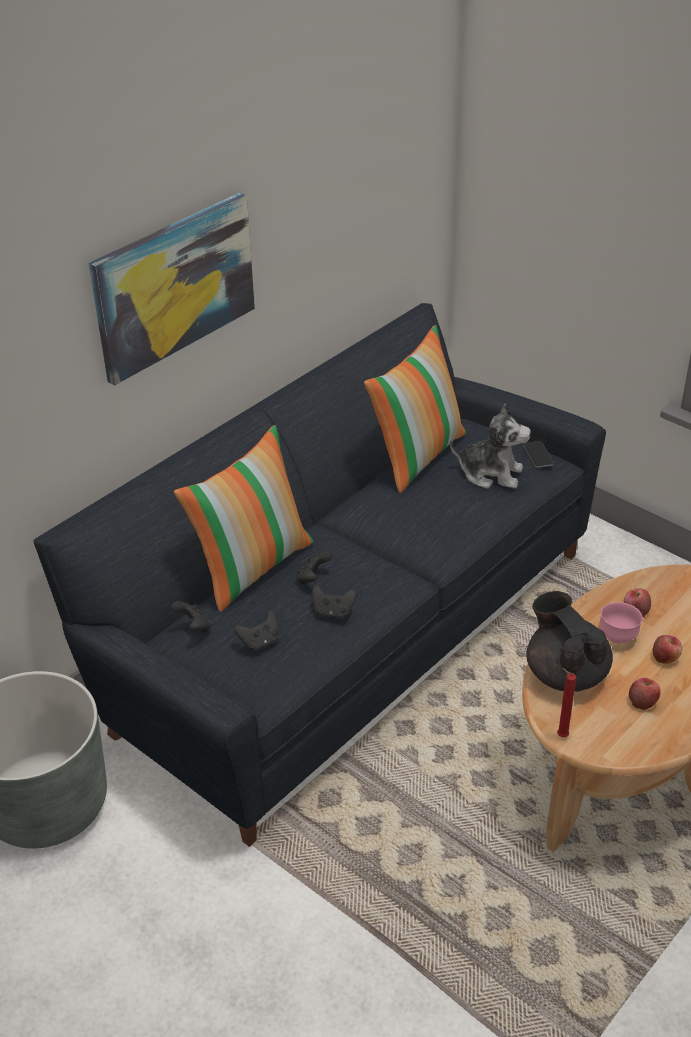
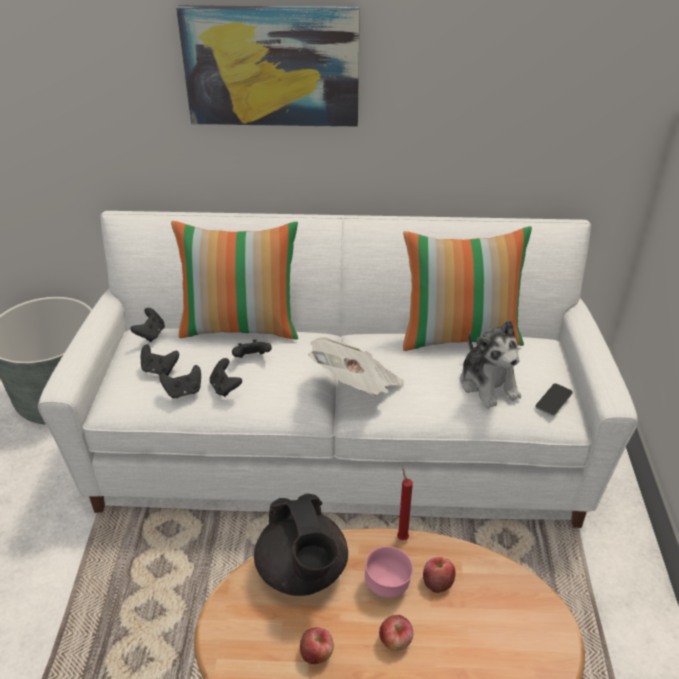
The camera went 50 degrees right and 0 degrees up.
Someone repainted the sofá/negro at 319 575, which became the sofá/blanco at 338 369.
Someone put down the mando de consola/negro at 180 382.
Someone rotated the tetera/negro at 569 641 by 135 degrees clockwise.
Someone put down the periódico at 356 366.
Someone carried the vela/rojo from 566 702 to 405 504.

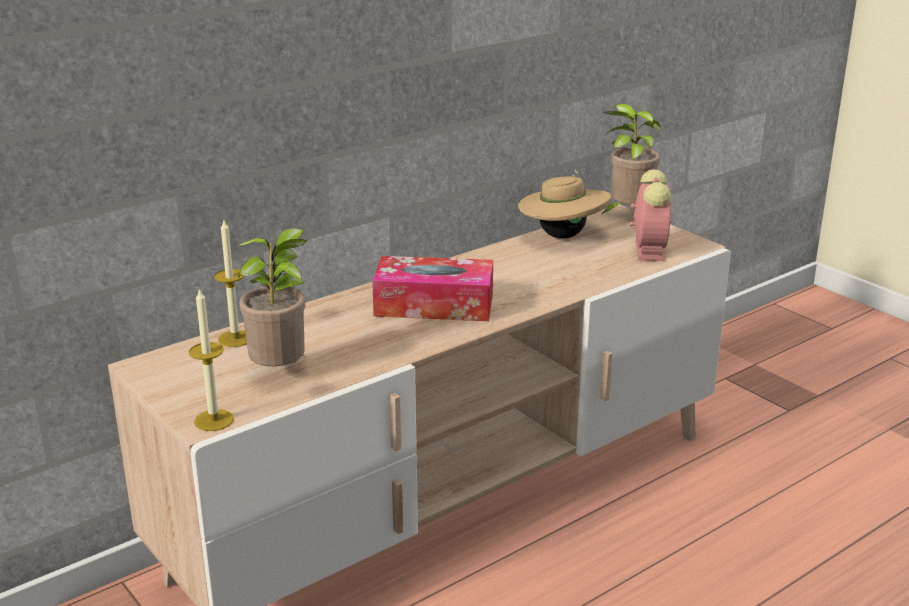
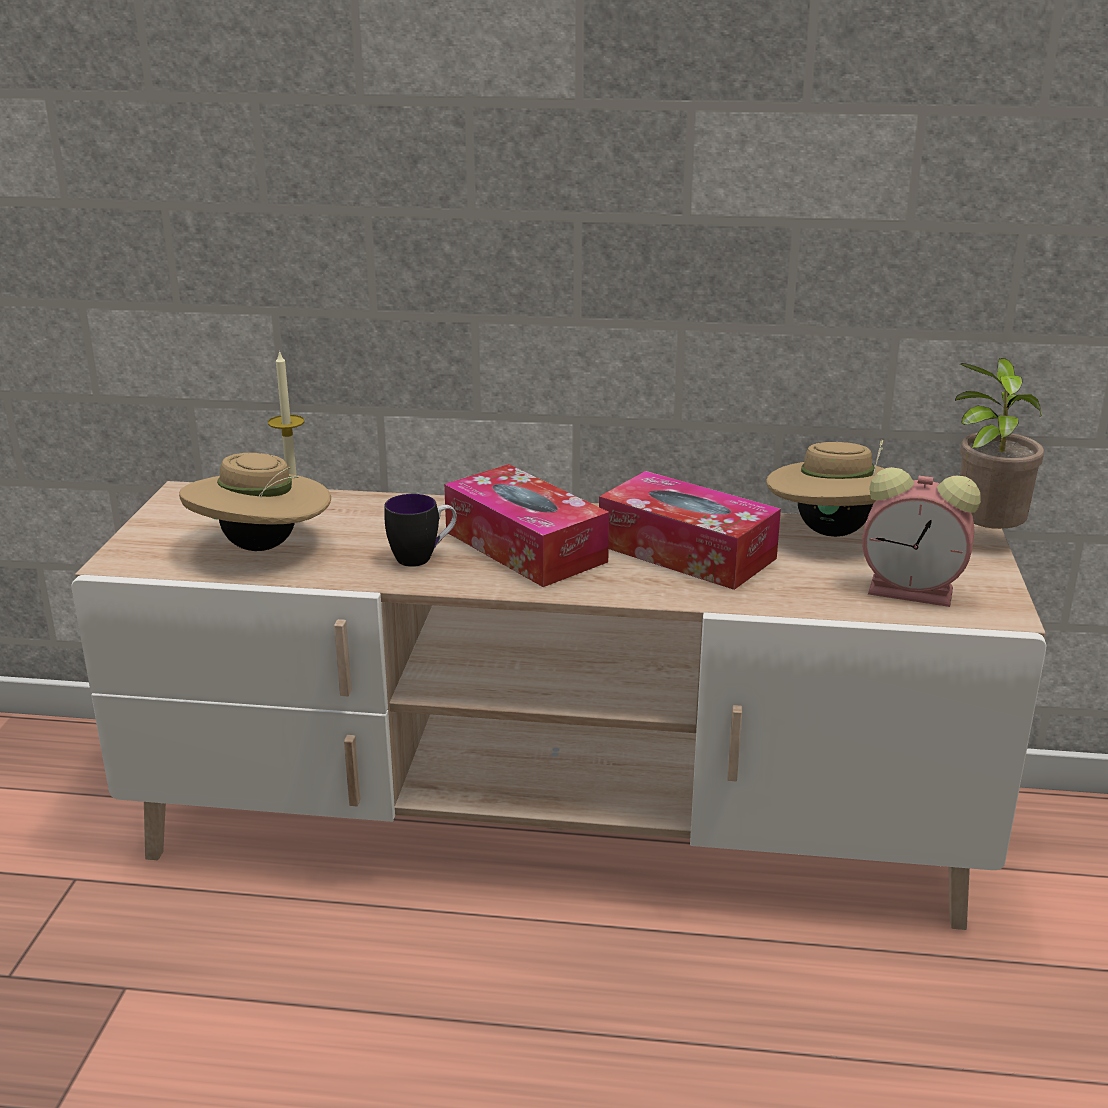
The camera went 45 degrees right and 0 degrees up.
Someone swapped the planta en maceta at 272 297 for the sombrero/beis at 255 502.
Someone put down the taza grande at 420 530.
Someone put down the caja de pañuelos at 690 530.
Someone rotated the despertador at 650 215 by 60 degrees clockwise.
Someone took away the vela at 211 359.

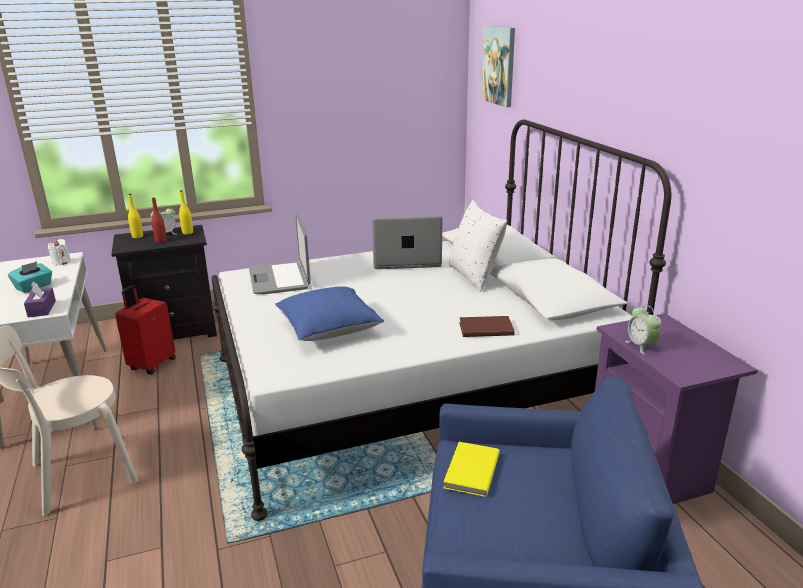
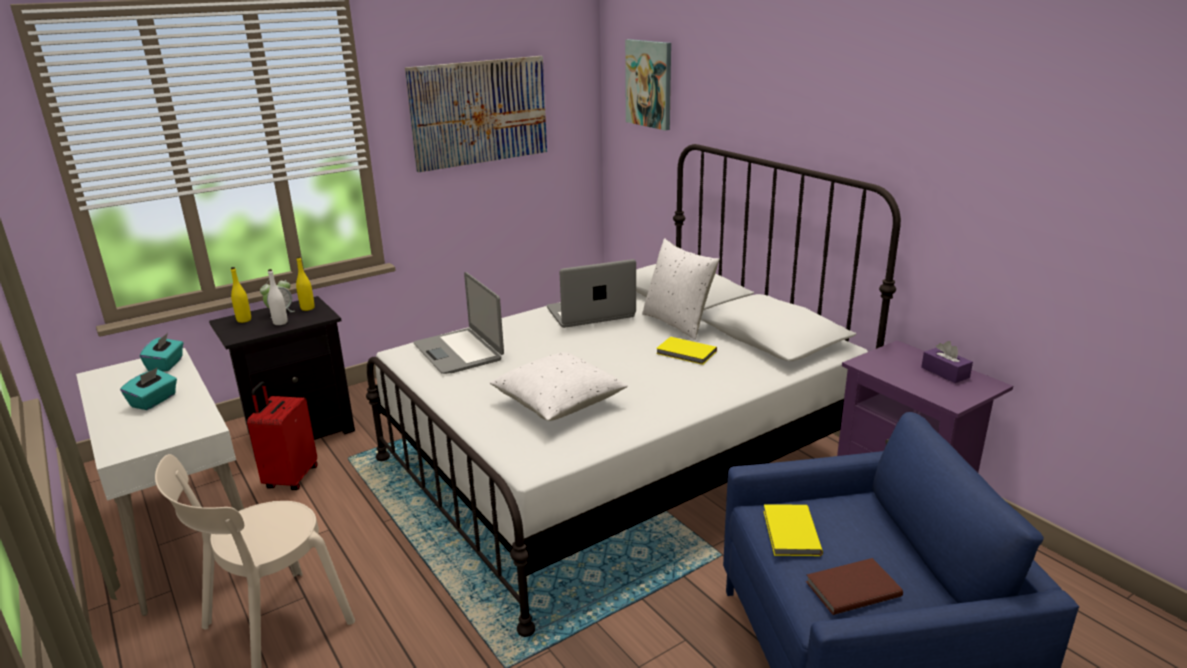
The camera went 15 degrees left and 0 degrees up.
Someone swapped the vela/blanco at 59 252 for the caja de pañuelos/turquesa at 161 352.
Someone repainted the botella/rojo at 159 220, which became the botella/blanco at 278 297.
Someone put up the cuadro at 476 114.
Someone repainted the cojín/azul at 329 314, which became the cojín/blanco at 559 386.
Someone put down the libro/amarillo at 686 351.
Someone carried the libro/marrón from 487 326 to 854 586.
Someone carried the caja de pañuelos/morado from 40 299 to 947 362.
Someone took away the despertador at 643 329.

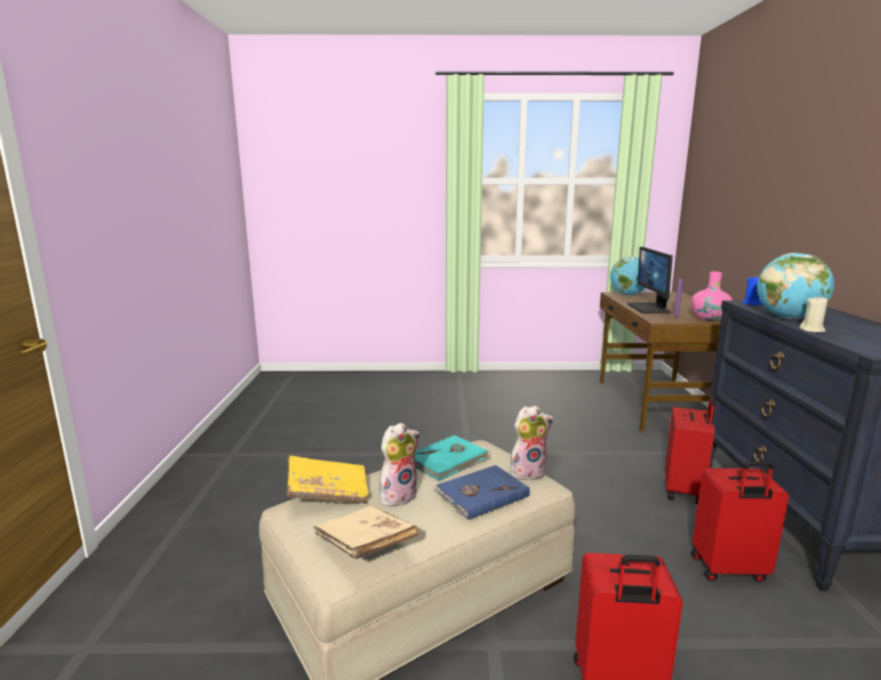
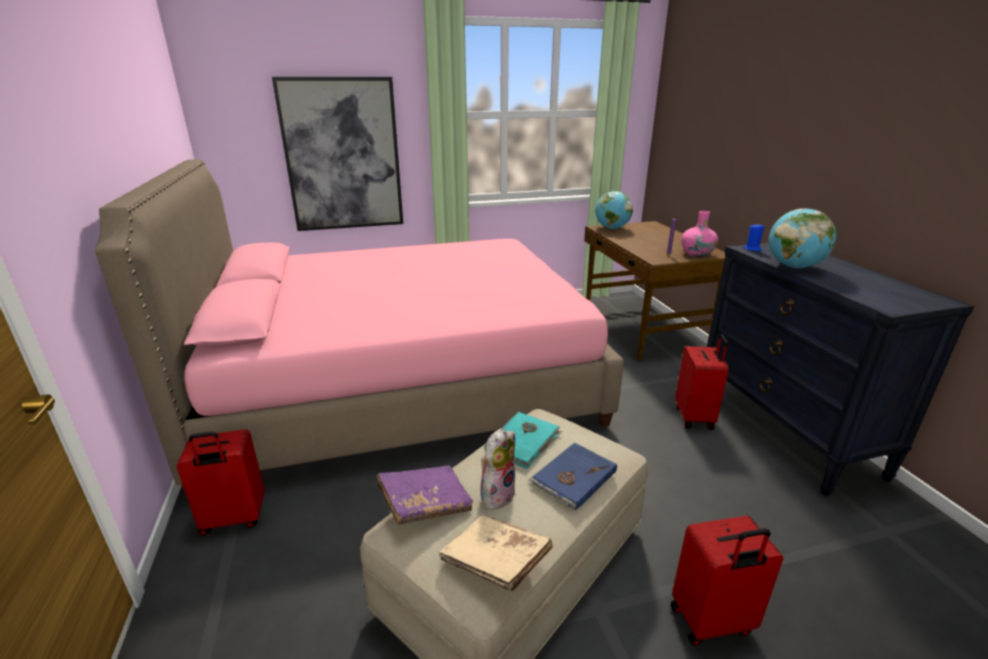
The camera went 15 degrees left and 10 degrees up.
Someone put down the cama/rosa at 359 322.
Someone carried the maleta/rojo from 740 521 to 220 482.
Someone put up the cuadro at 337 154.
Someone repainted the libro/amarillo at 328 479, which became the libro/morado at 425 495.
Someone took away the peluche at 532 443.
Someone took away the monitor at 650 280.
Someone took away the vela/beis at 814 314.

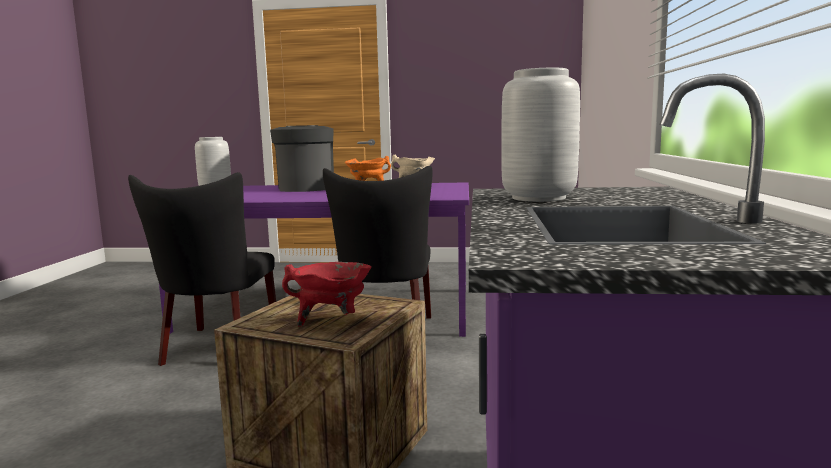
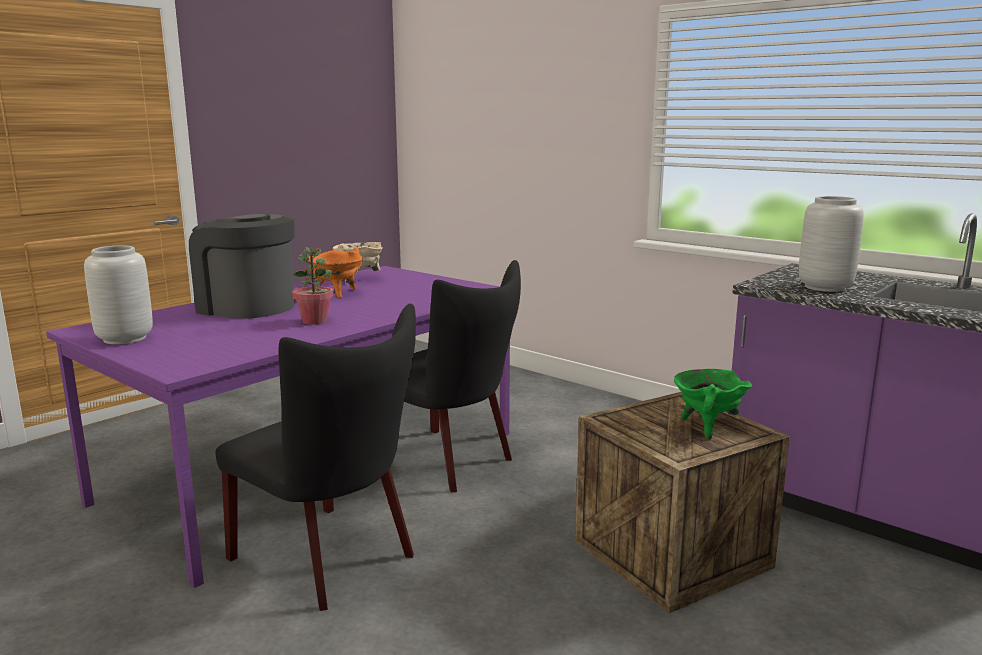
The camera went 55 degrees left and 5 degrees up.
Someone put down the planta en maceta at 312 286.
Someone repainted the olla/rojo at 327 294, which became the olla/verde at 713 404.

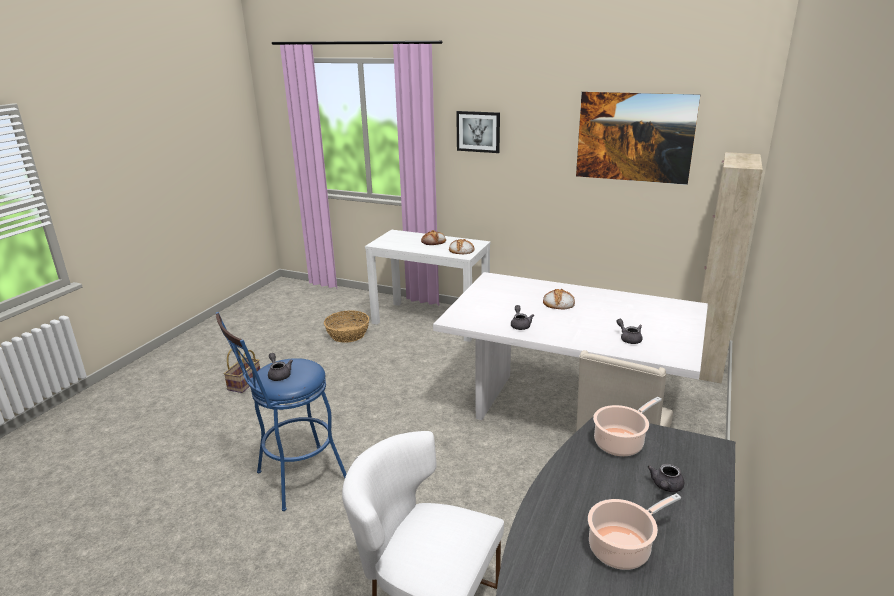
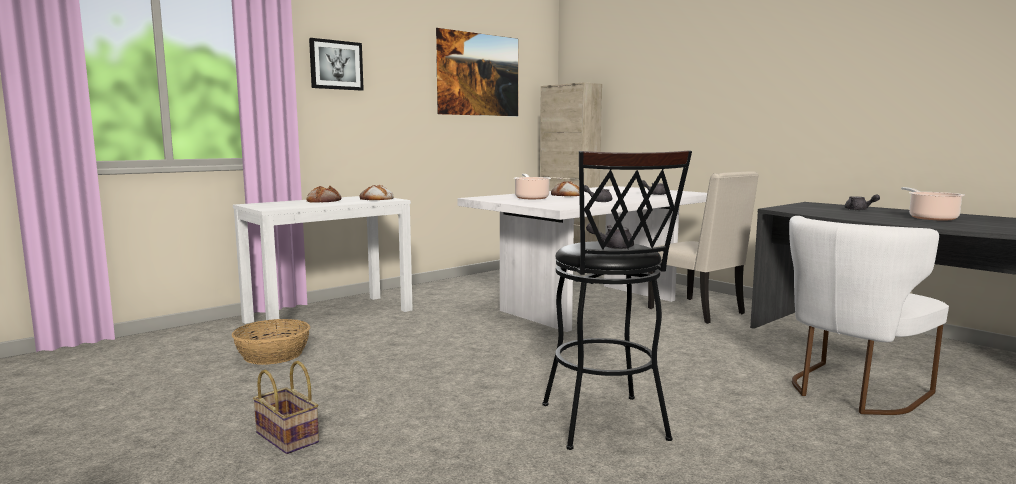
The camera went 65 degrees left and 15 degrees down.
Someone carried the olla from 627 426 to 532 186.
Someone repainted the taburete/azul at 281 411, which became the taburete/negro at 617 300.

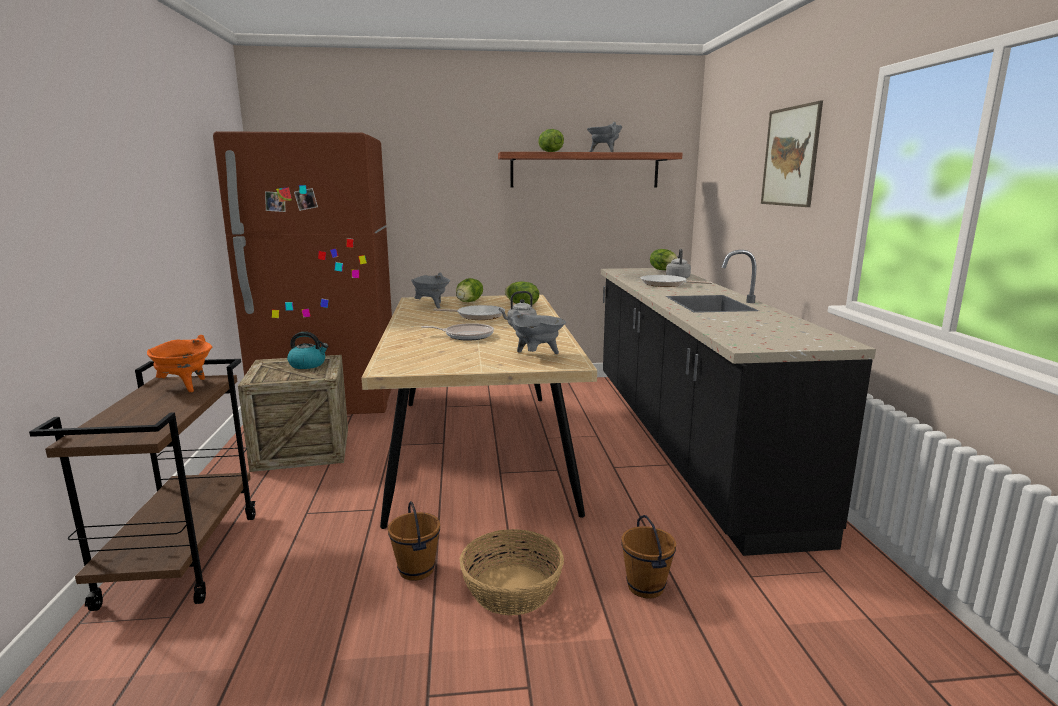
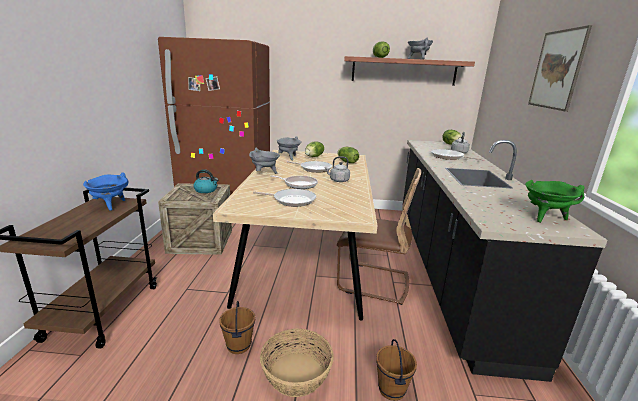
The camera went 10 degrees right and 5 degrees up.
Someone repainted the olla/naranja at 179 363, which became the olla/azul at 105 192.
Someone carried the olla/gris from 538 332 to 264 161.
Someone put down the sartén at 284 198.
Someone put down the silla/marrón at 379 236.
Someone put down the olla/verde at 555 201.

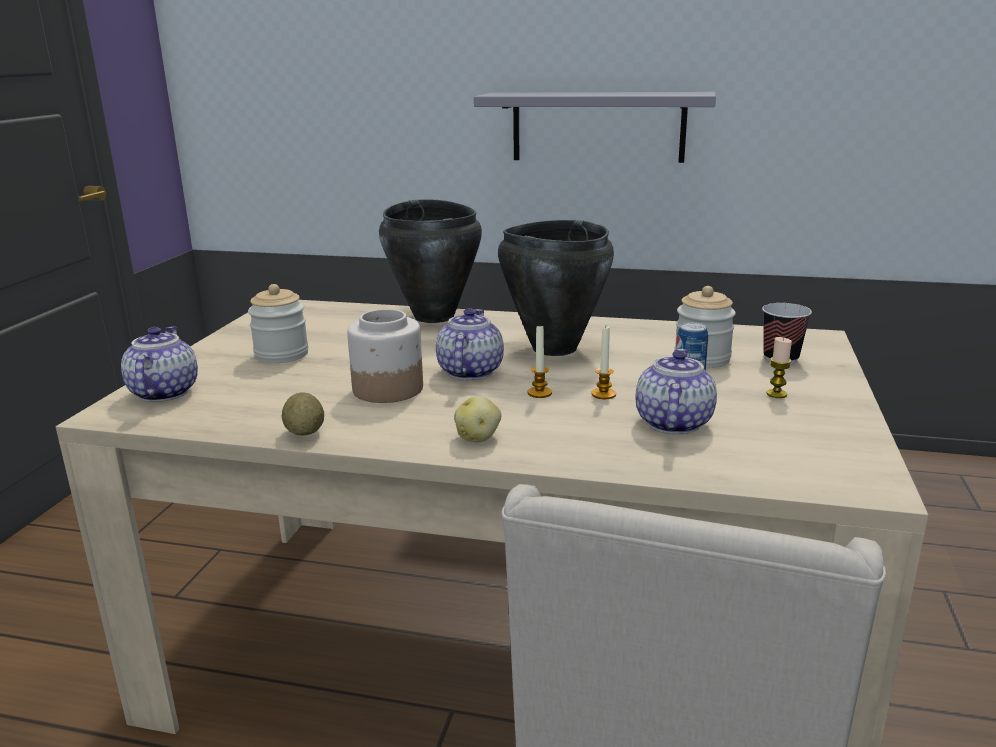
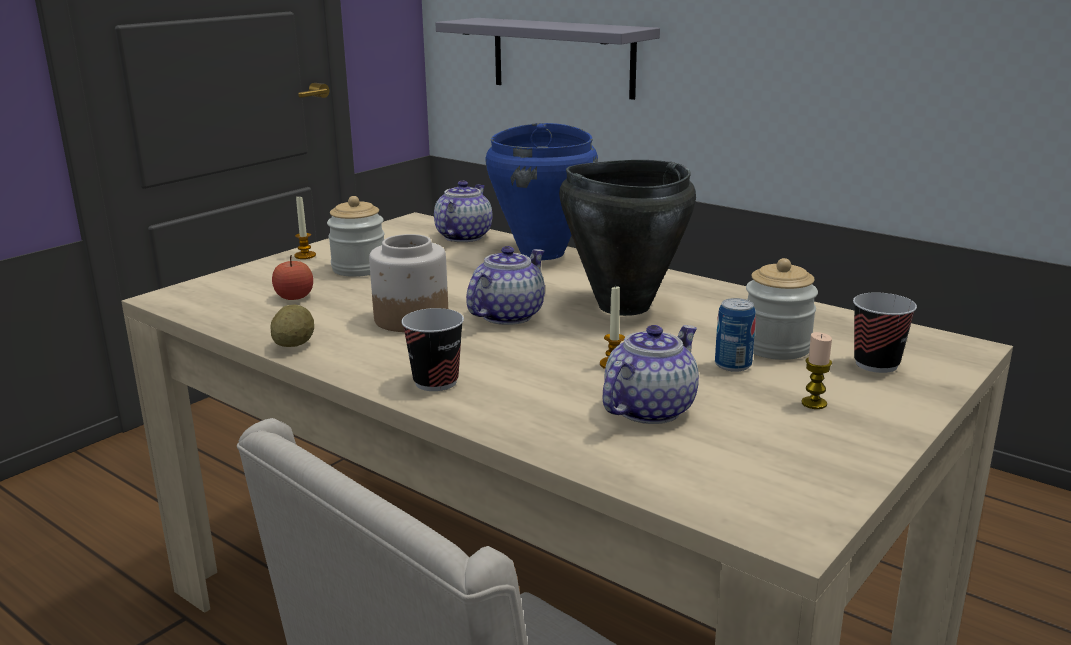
The camera went 25 degrees right and 0 degrees up.
Someone put down the manzana at 292 277.
Someone carried the vela from 540 362 to 305 228.
Someone swapped the patata at 477 419 for the taza at 432 349.
Someone carried the tetera from 159 364 to 463 211.
Someone carried the estante/gris from 595 127 to 548 59.
Someone repainted the olla/negro at 430 261, which became the olla/azul at 542 191.

